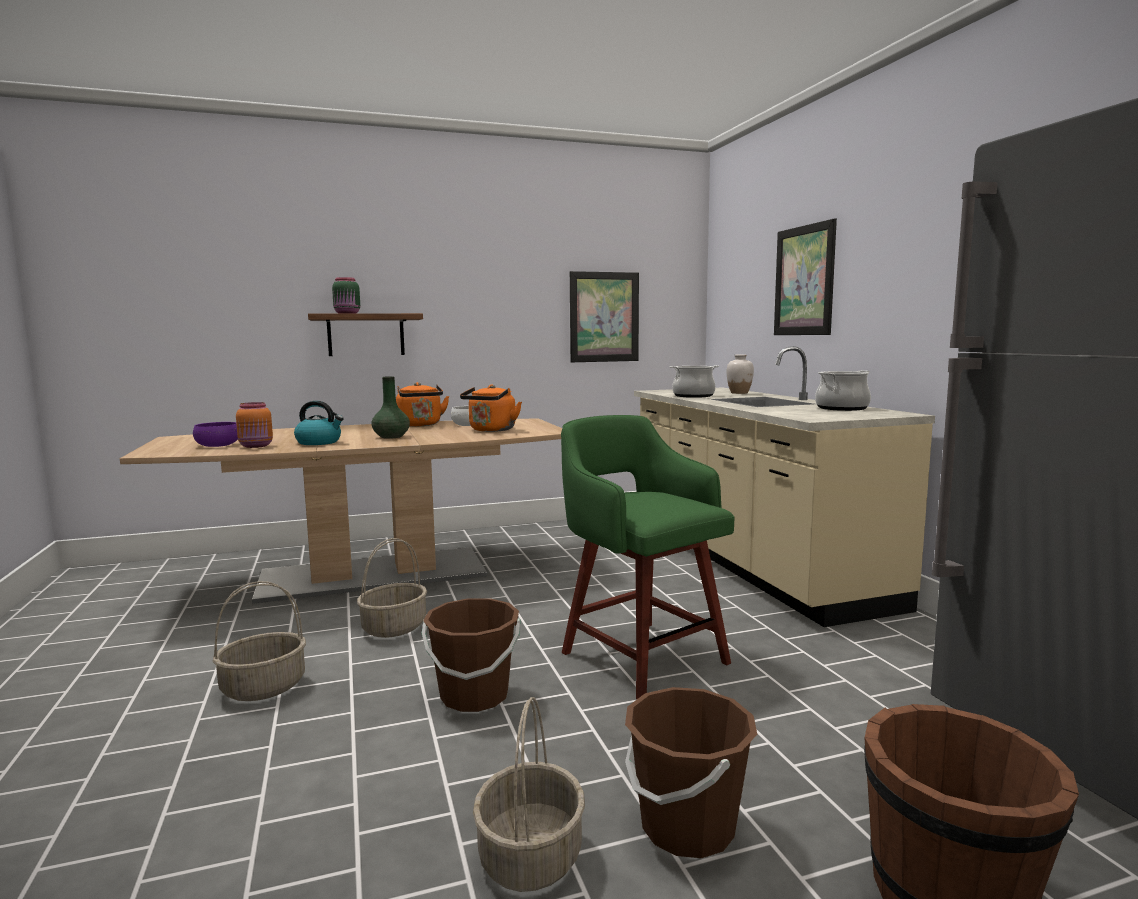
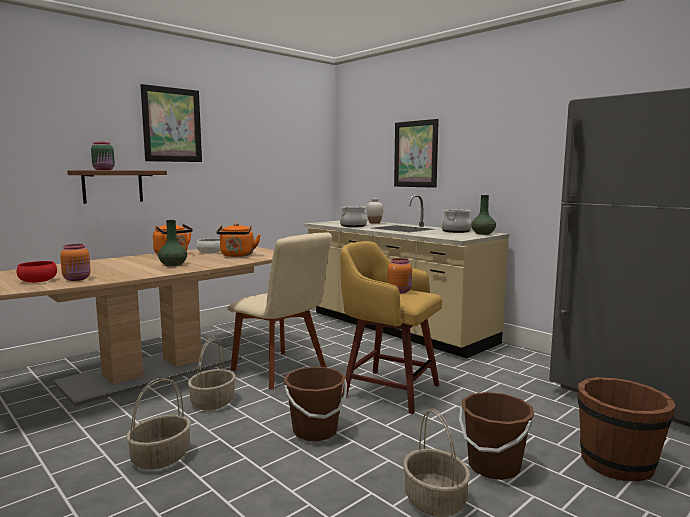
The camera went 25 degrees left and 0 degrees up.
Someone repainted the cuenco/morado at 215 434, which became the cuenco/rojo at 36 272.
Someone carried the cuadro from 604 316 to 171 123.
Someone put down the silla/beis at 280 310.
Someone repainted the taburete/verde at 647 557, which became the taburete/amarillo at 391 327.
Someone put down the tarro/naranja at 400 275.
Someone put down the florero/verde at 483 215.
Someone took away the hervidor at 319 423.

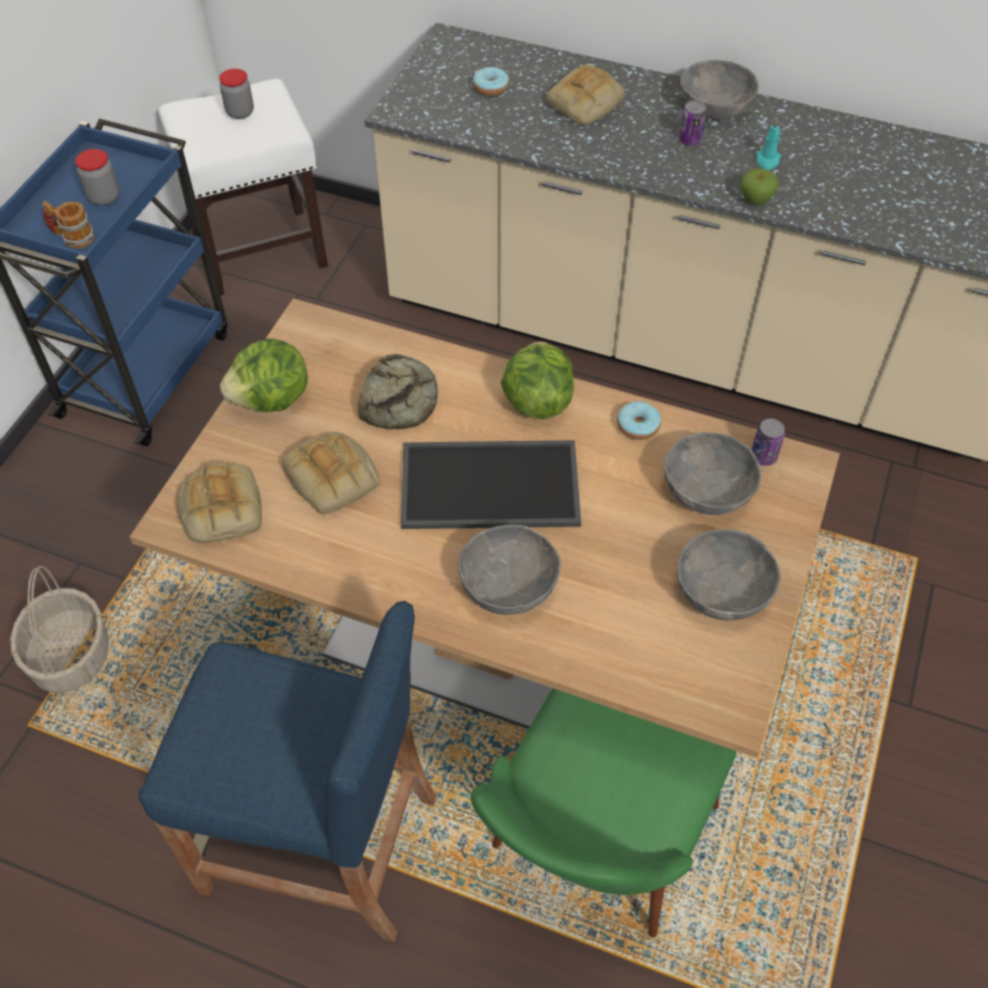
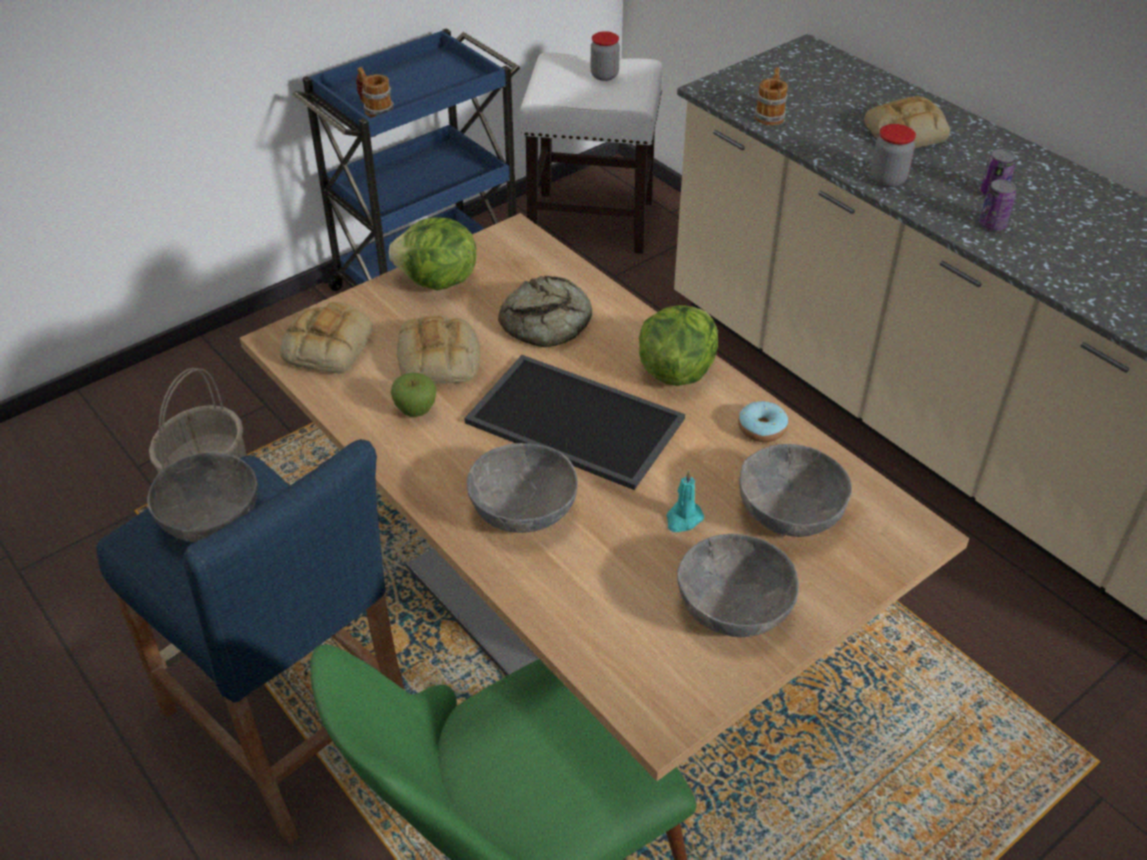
The camera went 30 degrees right and 10 degrees down.
Someone carried the cuenco/gris from 719 90 to 202 497.
Someone carried the manzana from 760 187 to 413 395.
Someone carried the vela/turquesa from 768 144 to 685 501.
Someone put down the taza grande at 771 96.
Someone carried the tarro from 97 177 to 893 155.
Someone carried the lata from 768 442 to 997 204.
Someone took away the rosquilla at 491 81.

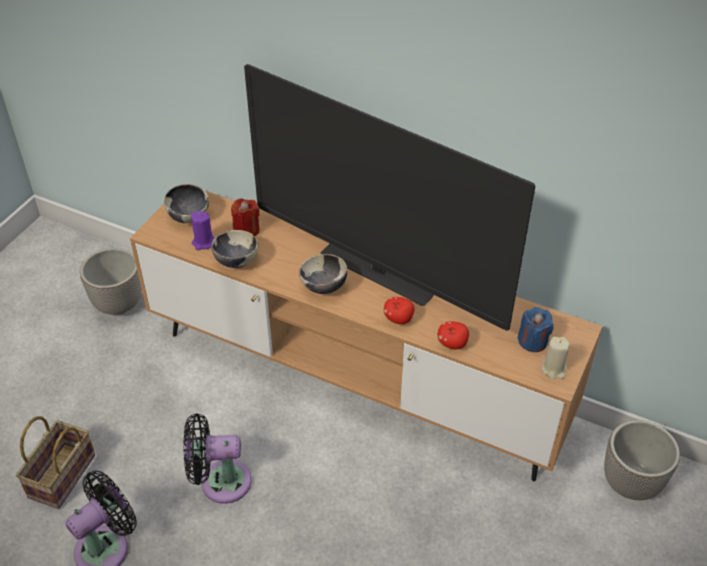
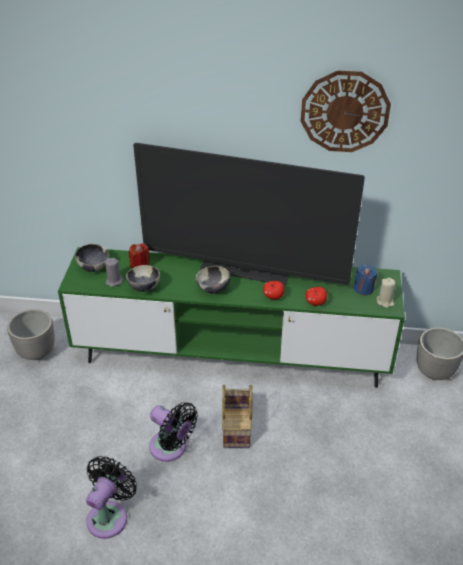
The camera went 20 degrees left and 5 degrees down.
Someone repainted the mueble de televisión/marrón at 366 332, which became the mueble de televisión/verde at 231 317.
Someone repainted the vela/morado at 202 230, which became the vela/gris at 114 272.
Someone rotated the ventilador/negro at 218 458 by 120 degrees counterclockwise.
Someone carried the cesta from 55 462 to 237 416.
Someone put up the reloj de pared at 346 111.

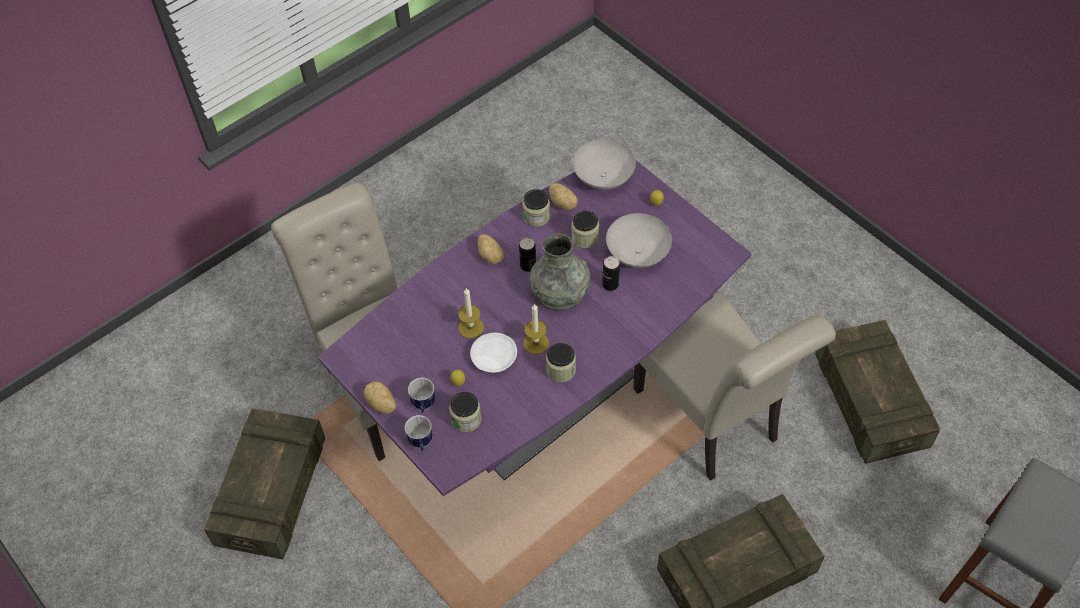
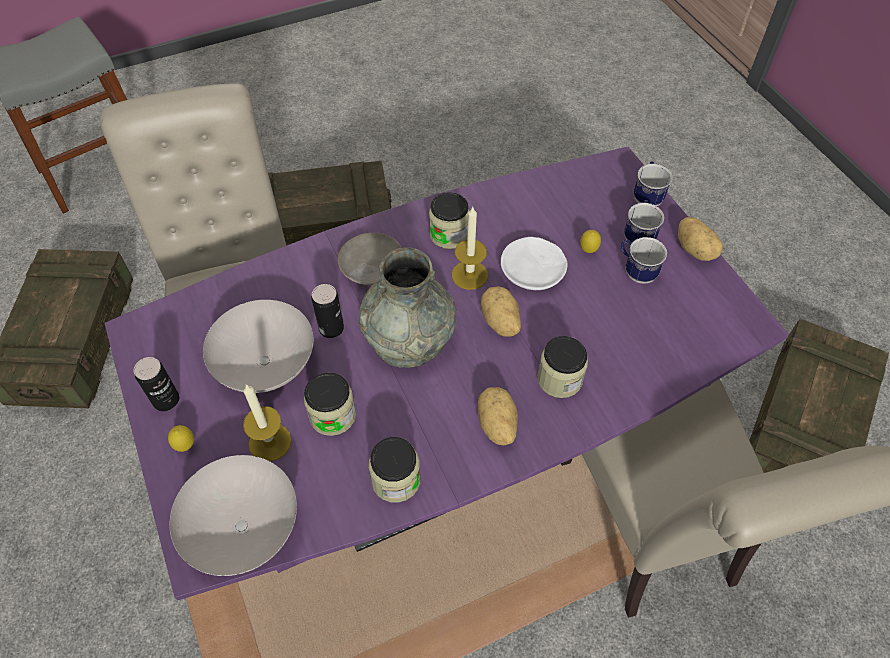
The camera went 165 degrees left and 0 degrees up.
Someone carried the lata from 527 254 to 156 384.
Someone carried the vela from 471 313 to 267 423.
Someone put down the plato/beis at 370 259.
Someone carried the patata from 563 196 to 501 311.
Someone carried the tarro from 465 412 to 562 367.
Someone put down the taza grande at 644 260.

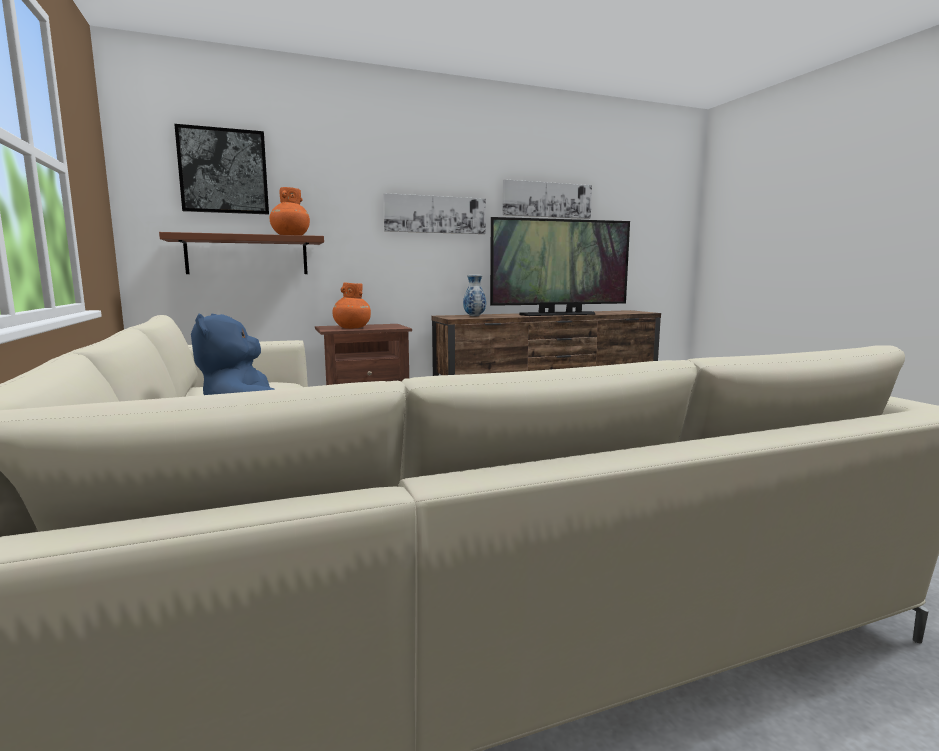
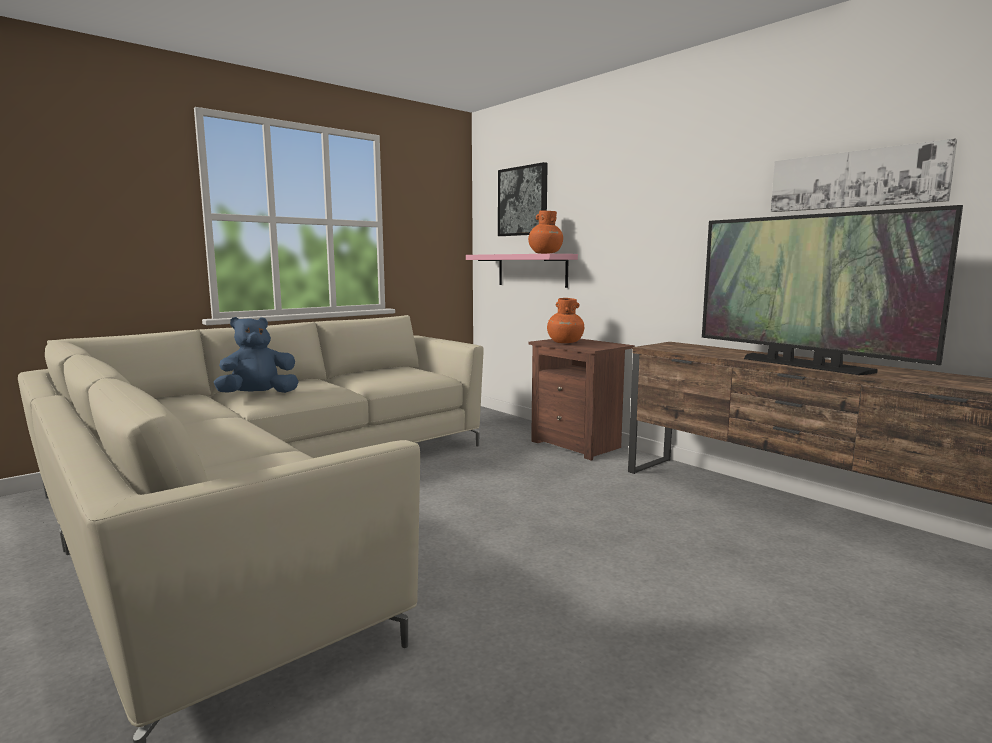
The camera went 70 degrees right and 0 degrees up.
Someone repainted the estante/marrón at 241 253, which became the estante/rosa at 522 271.
Someone took away the cuadro at 434 213.
Someone took away the florero at 474 295.

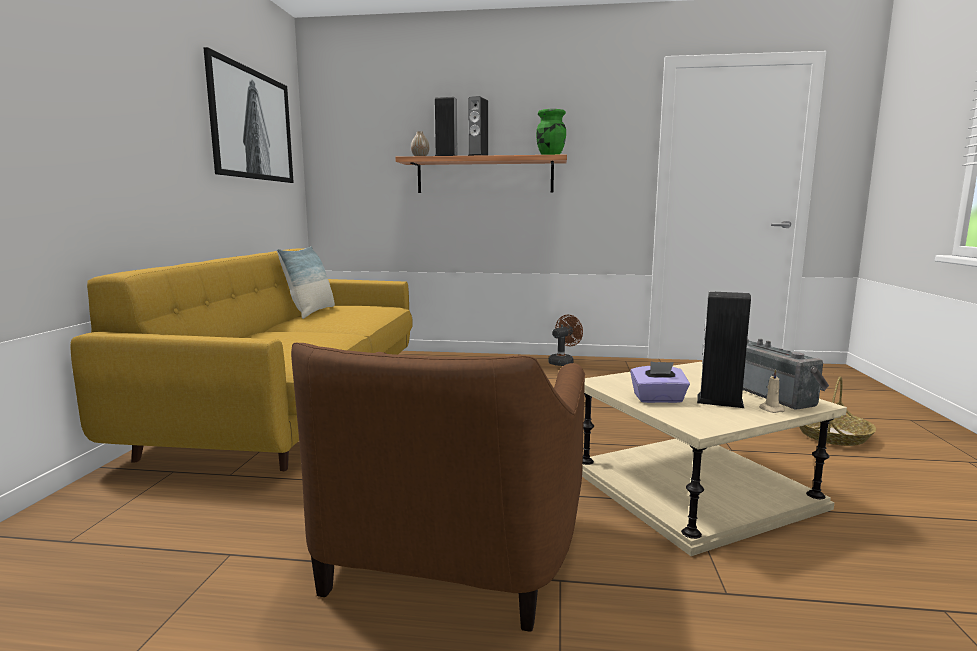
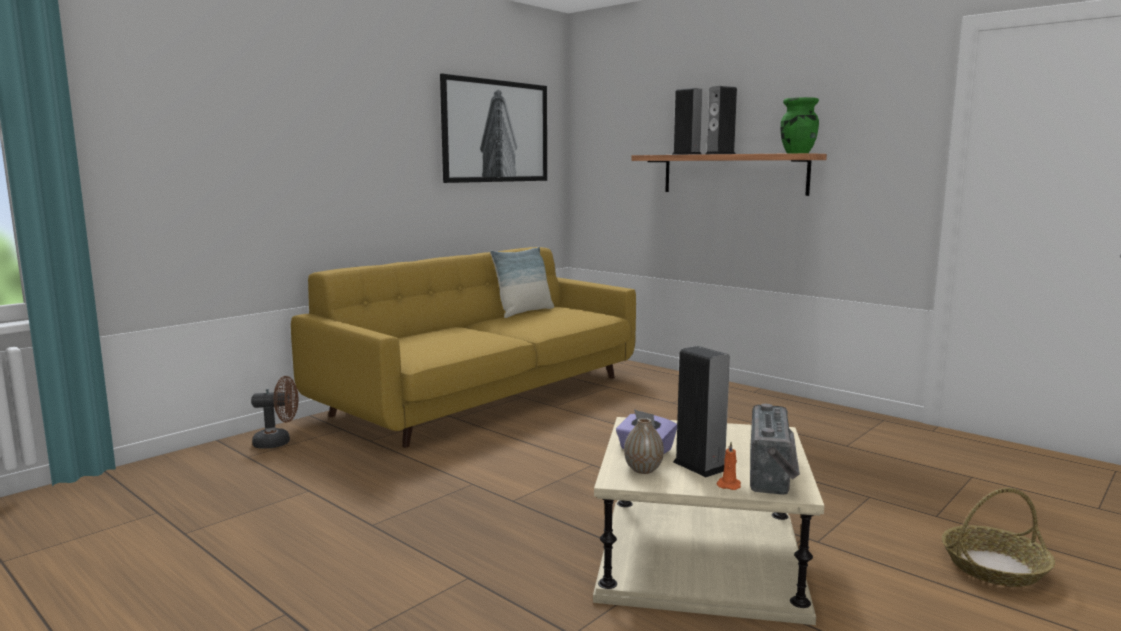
The camera went 35 degrees right and 0 degrees up.
Someone carried the ventilador/marrón from 565 340 to 274 412.
Someone carried the florero from 420 143 to 644 446.
Someone repainted the vela/beis at 772 391, which became the vela/naranja at 729 466.
Someone took away the sillón/marrón at 438 487.

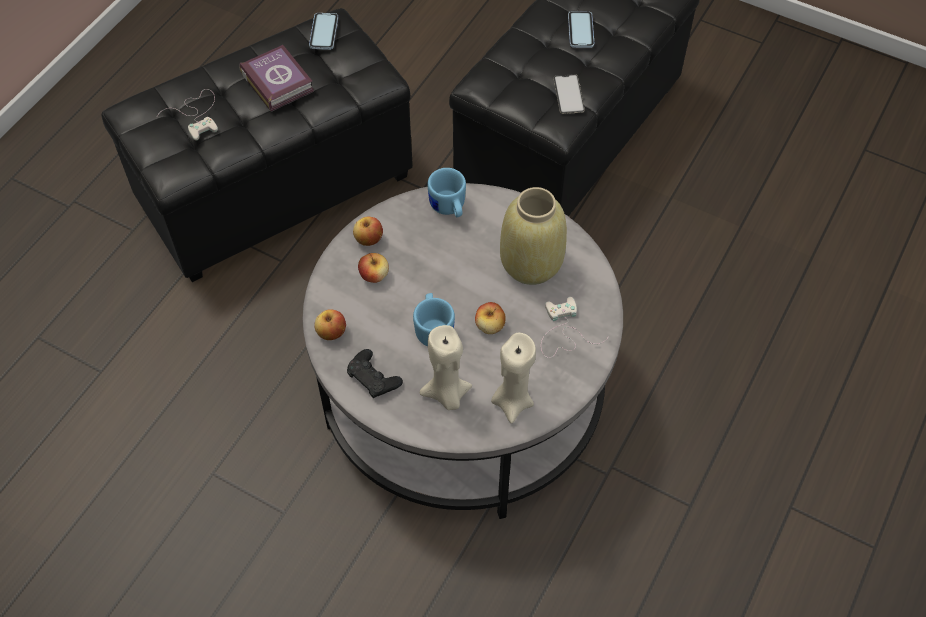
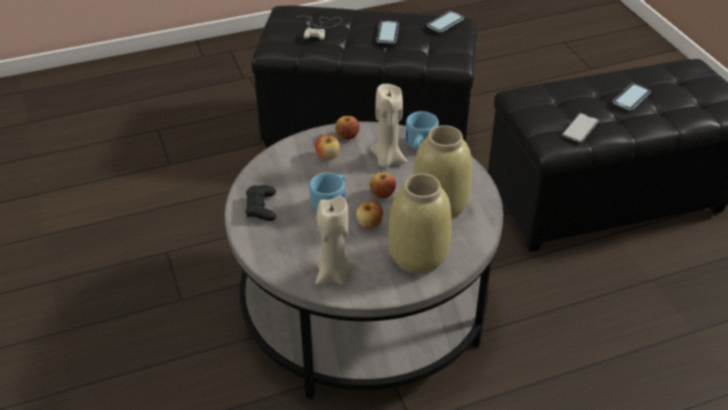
The camera went 40 degrees right and 15 degrees down.
Someone carried the manzana from 330 324 to 382 185.
Someone carried the vela/beis from 446 367 to 388 126.
Someone swapped the libro at 276 78 for the móvil at 388 32.
Someone swapped the mando de consola/blanco at 575 327 for the florero/beis at 420 224.

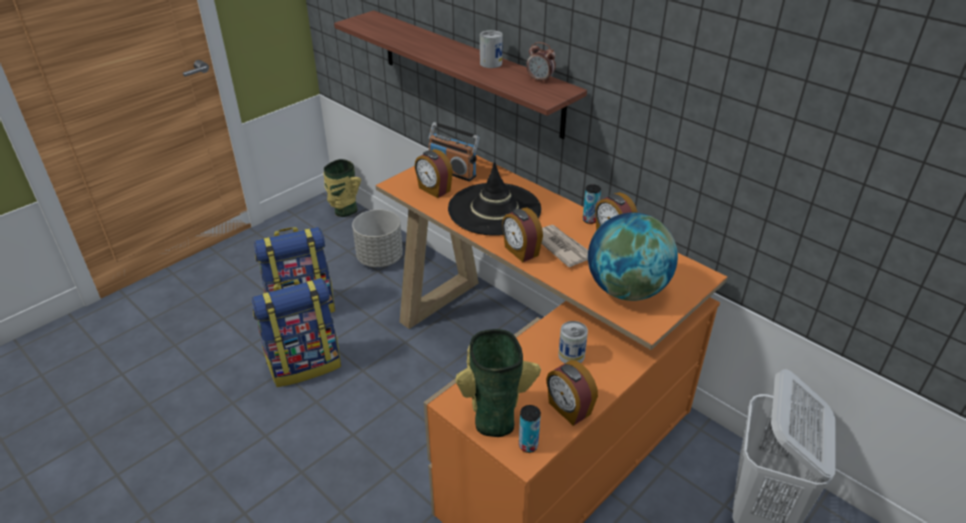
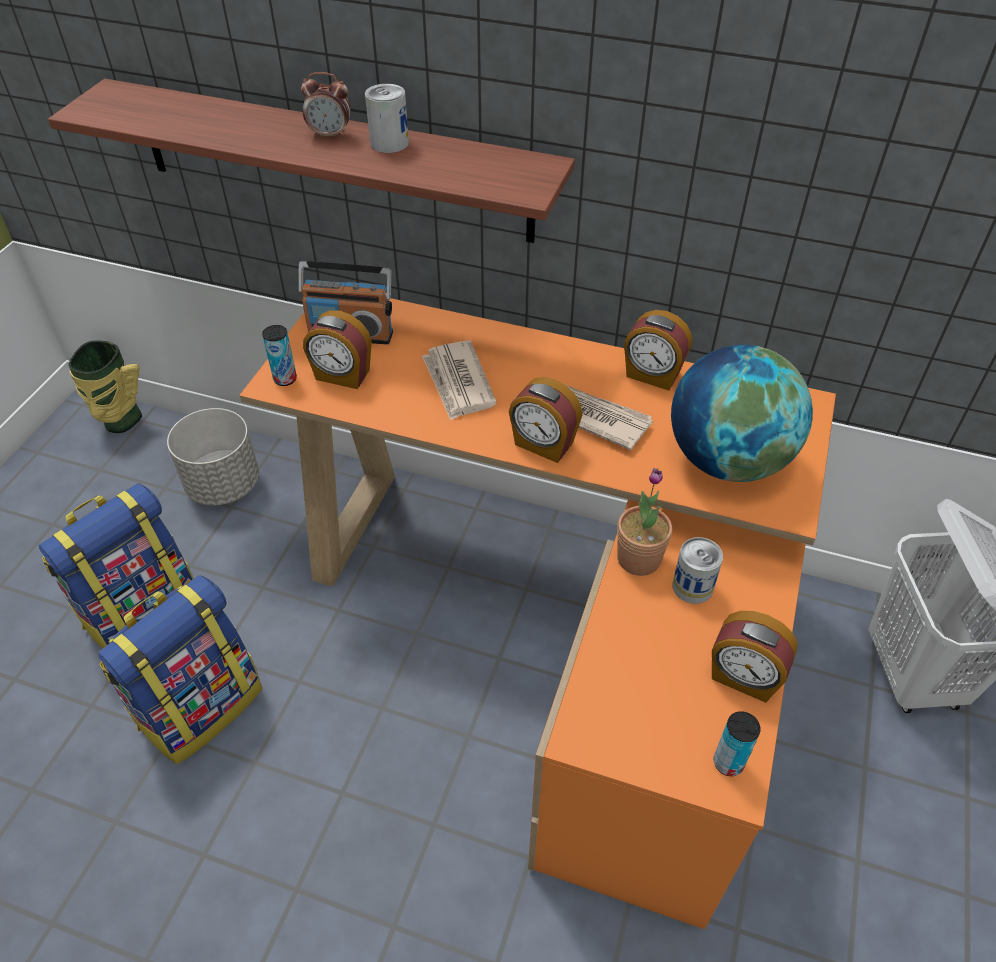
The camera went 25 degrees left and 10 degrees up.
Someone carried the lata from 592 204 to 279 355.
Someone carried the despertador from 541 62 to 326 105.
Someone swapped the sombrero/negro at 494 199 for the periódico at 459 381.
Someone put down the planta en maceta at 644 522.
Someone took away the florero at 498 383.

